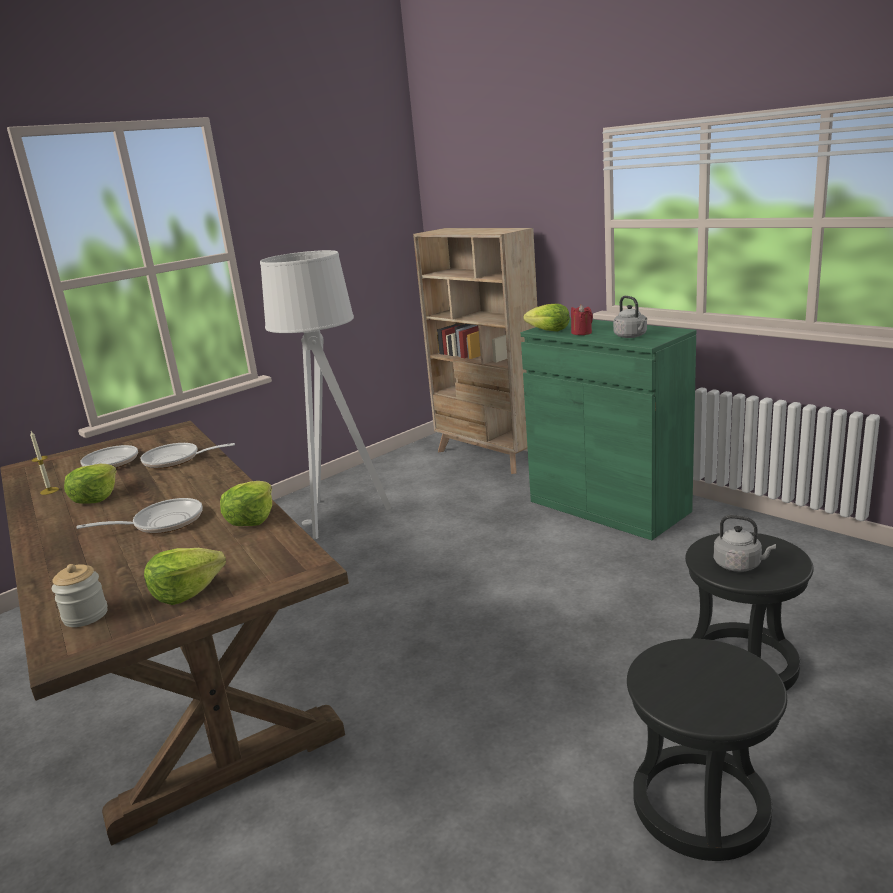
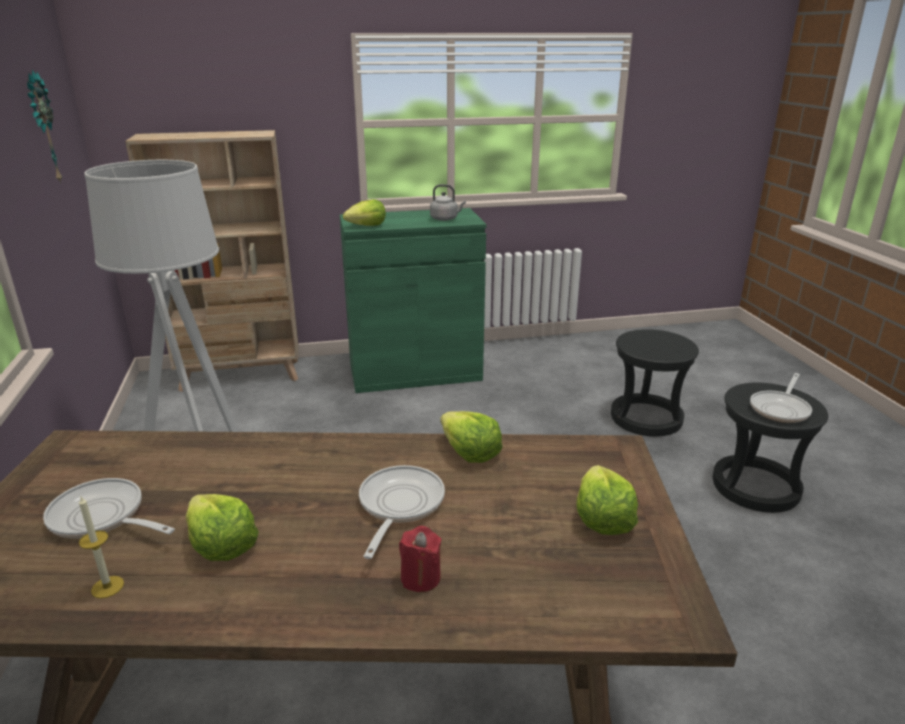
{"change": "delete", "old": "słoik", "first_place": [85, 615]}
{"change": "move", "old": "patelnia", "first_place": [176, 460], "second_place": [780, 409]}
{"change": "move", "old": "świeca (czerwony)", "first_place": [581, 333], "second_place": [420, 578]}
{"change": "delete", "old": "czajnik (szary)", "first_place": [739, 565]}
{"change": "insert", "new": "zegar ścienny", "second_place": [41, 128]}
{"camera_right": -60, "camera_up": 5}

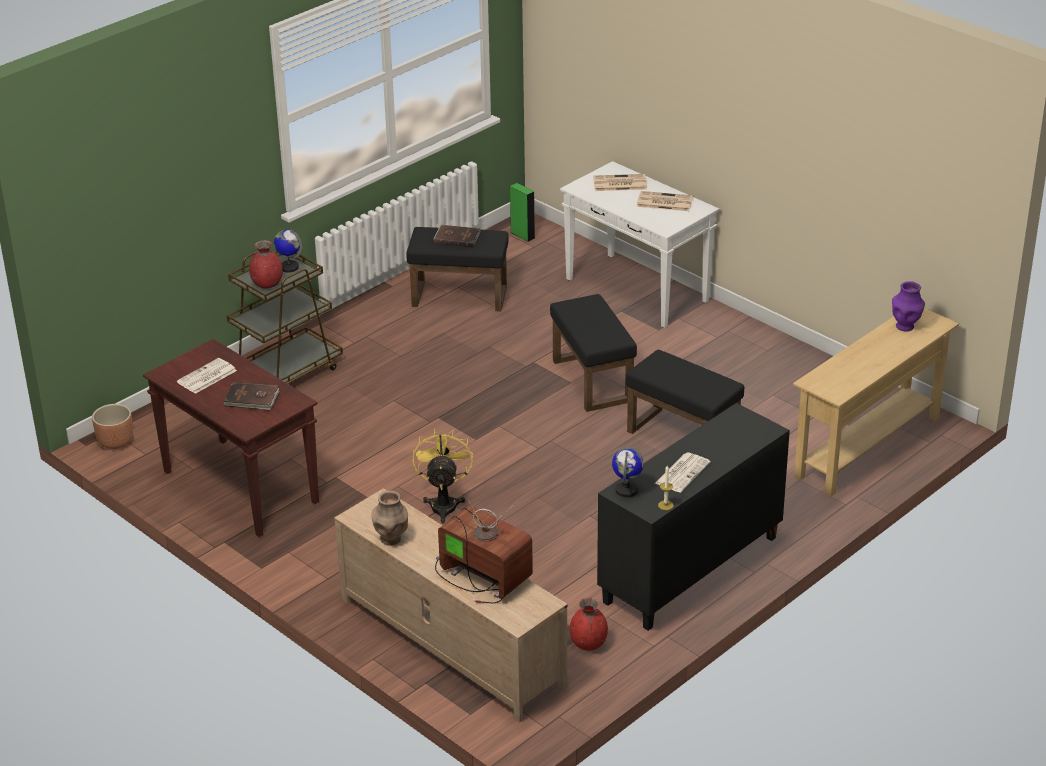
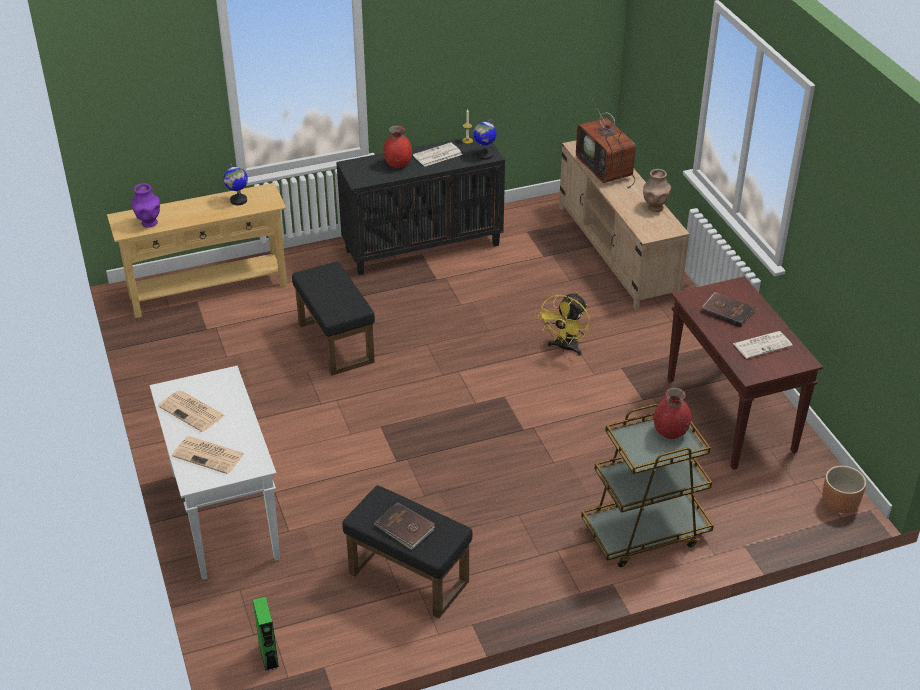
{"change": "move", "old": "globus", "first_place": [289, 267], "second_place": [238, 200]}
{"change": "delete", "old": "pufa (czarny)", "first_place": [593, 381]}
{"change": "move", "old": "wazon (czerwony)", "first_place": [589, 644], "second_place": [397, 164]}
{"camera_right": -155, "camera_up": 5}

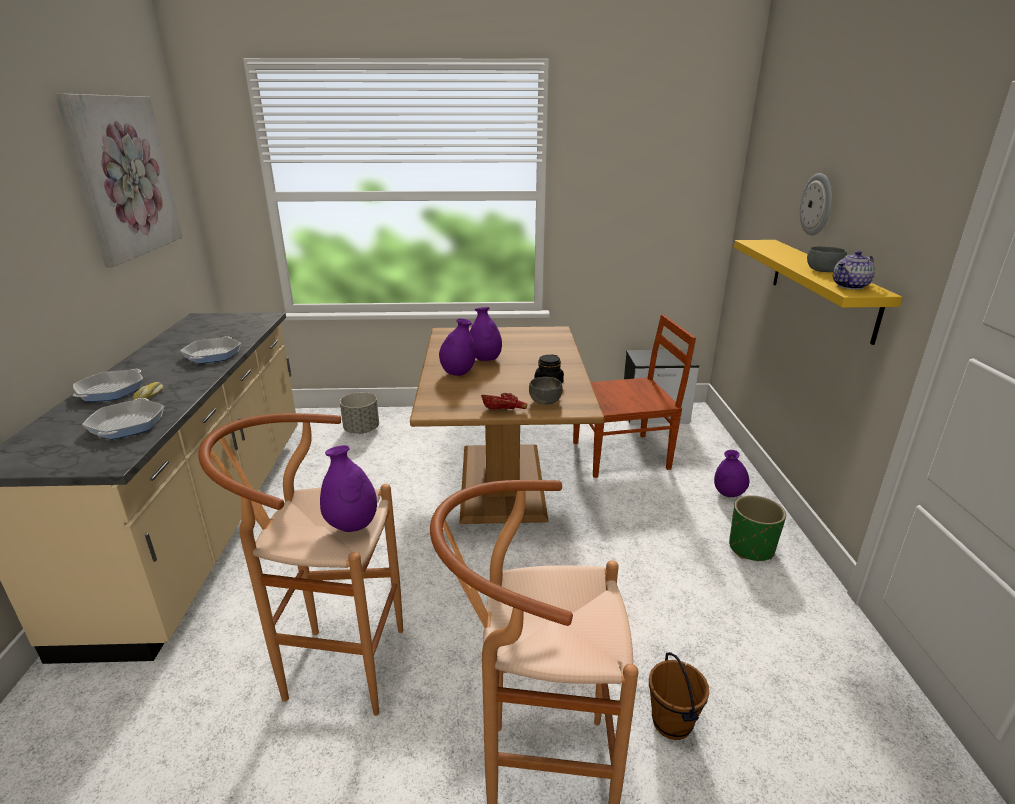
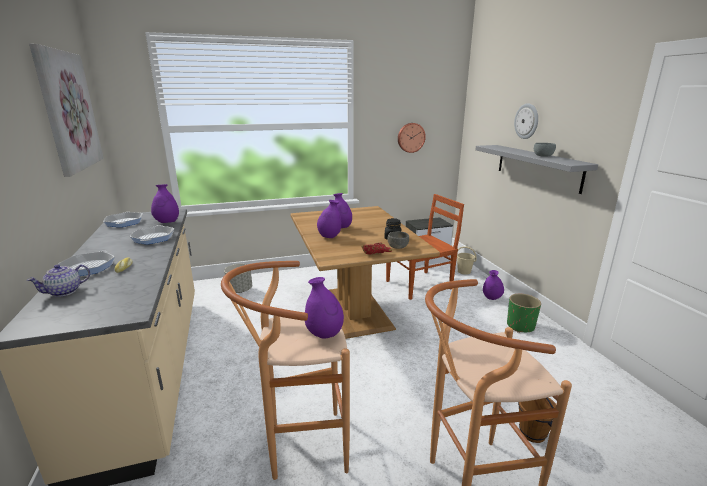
{"change": "move", "old": "patelnia", "first_place": [127, 424], "second_place": [124, 222]}
{"change": "recolor", "old": "półka (żółty)", "new": "półka (szary)", "first_place": [822, 287], "second_place": [537, 167]}
{"change": "move", "old": "imbryk", "first_place": [850, 286], "second_place": [65, 292]}
{"change": "insert", "new": "wazon (fioletowy)", "second_place": [167, 222]}
{"change": "insert", "new": "zegar ścienny", "second_place": [410, 137]}
{"change": "insert", "new": "wiadro (beżowy)", "second_place": [464, 272]}
{"camera_right": -15, "camera_up": -5}

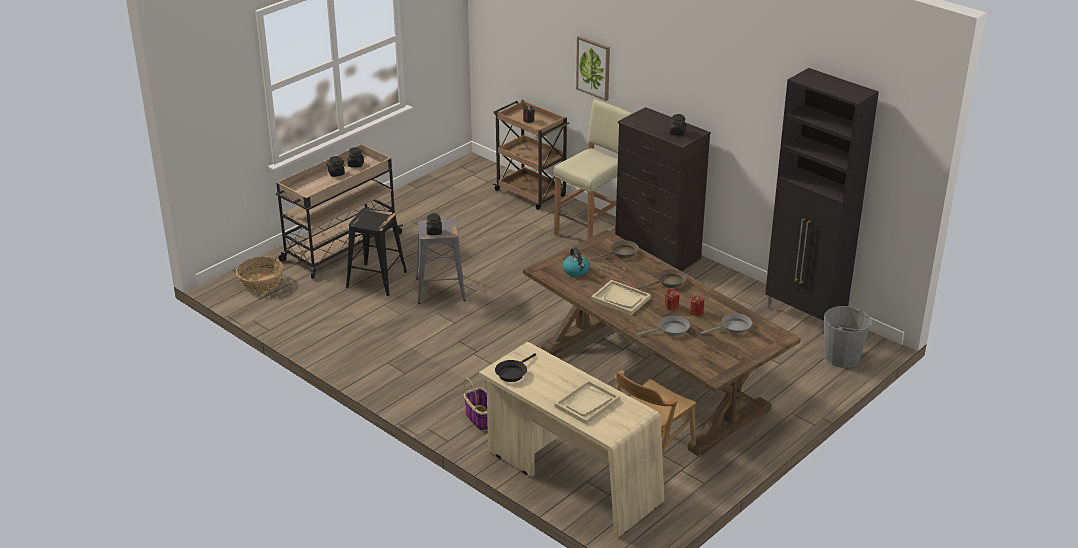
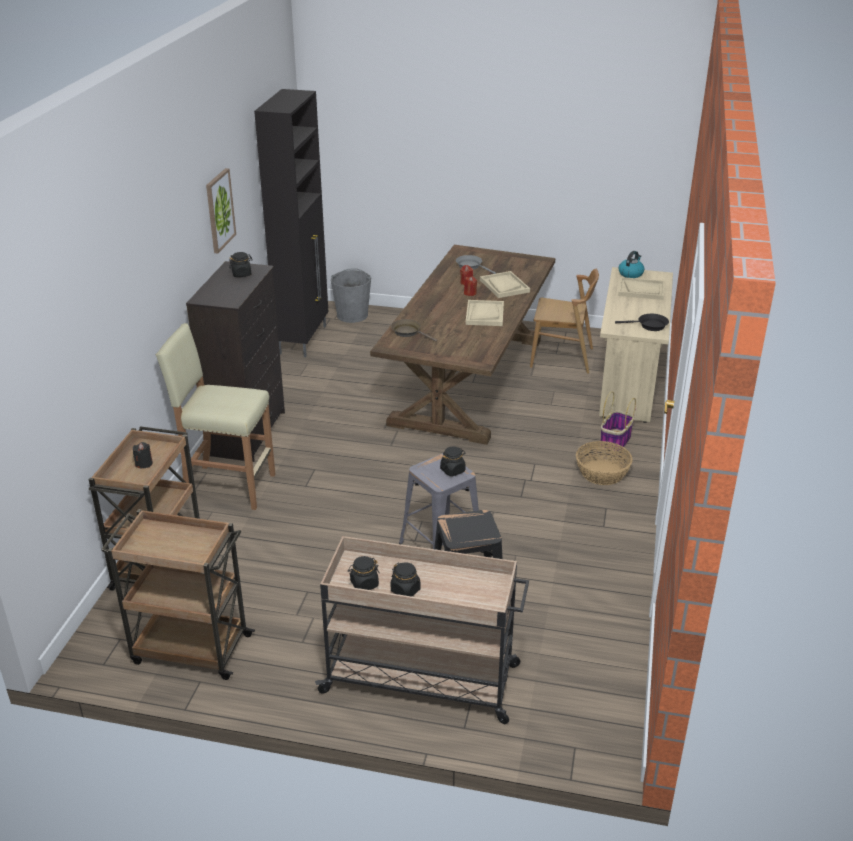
{"change": "move", "old": "koszyk", "first_place": [261, 283], "second_place": [602, 473]}
{"change": "move", "old": "czajnik", "first_place": [576, 271], "second_place": [630, 273]}
{"change": "move", "old": "obraz", "first_place": [593, 68], "second_place": [219, 210]}
{"change": "delete", "old": "patelnia (brązowy)", "first_place": [669, 283]}
{"change": "replace", "old": "patelnia (szary)", "new": "taca (beżowy)", "first_place": [671, 330], "second_place": [504, 286]}
{"change": "insert", "new": "wózek (brązowy)", "second_place": [190, 648]}
{"camera_right": -120, "camera_up": 0}

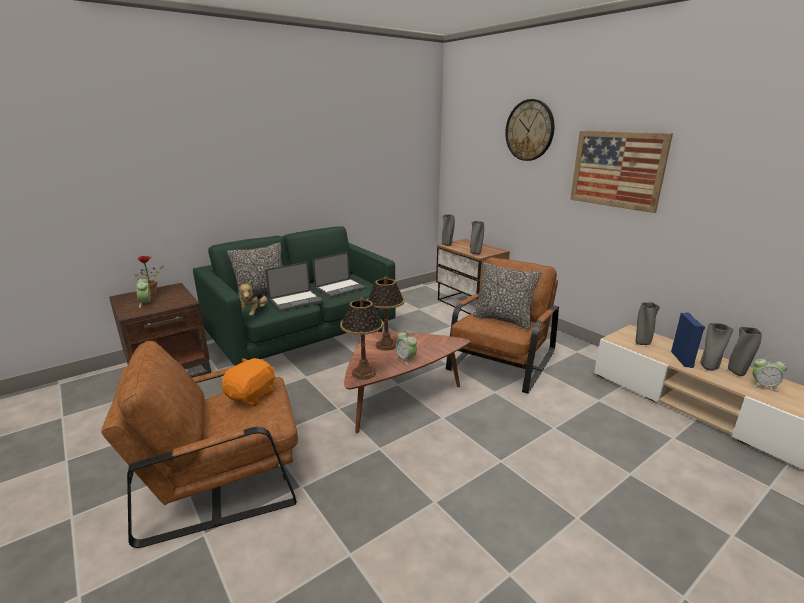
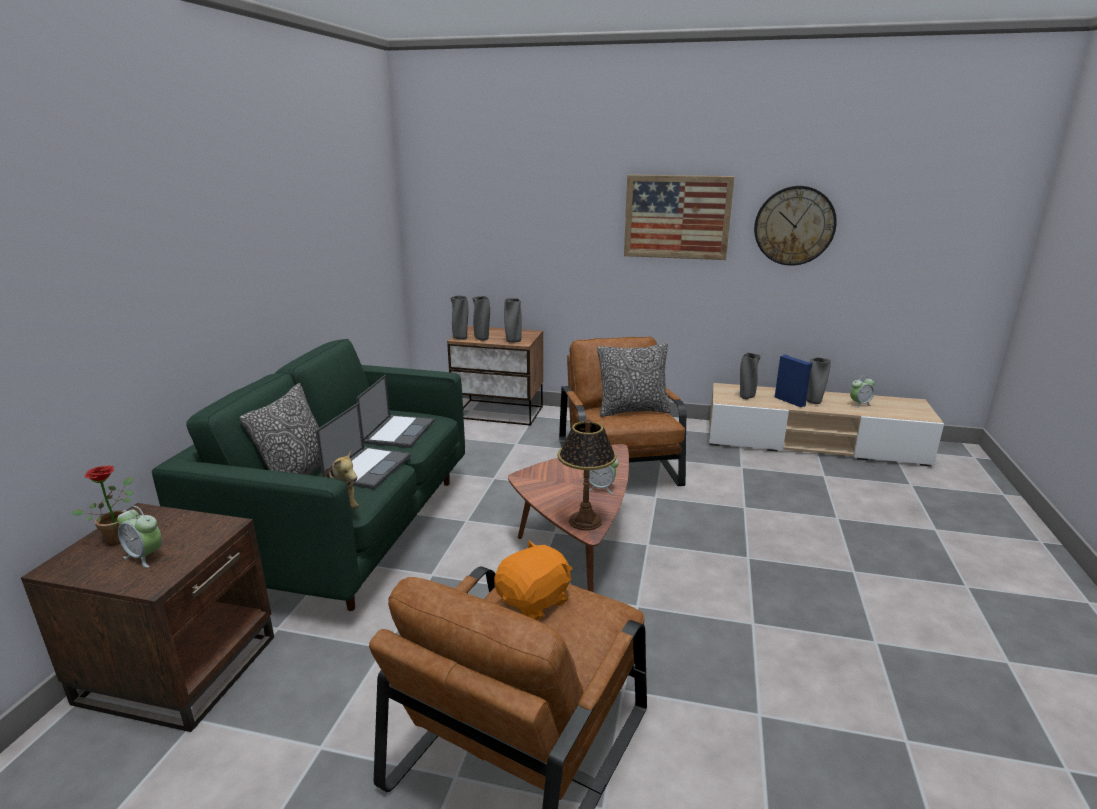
{"change": "rotate", "old": "pluszak (pomarańczowy)", "first_place": [252, 396], "second_place": [534, 601], "degrees": 60}
{"change": "delete", "old": "lampa stołowa", "first_place": [386, 345]}
{"change": "move", "old": "zegar ścienny", "first_place": [529, 130], "second_place": [794, 226]}
{"change": "move", "old": "wazon (szary)", "first_place": [737, 372], "second_place": [482, 339]}
{"camera_right": -40, "camera_up": 0}

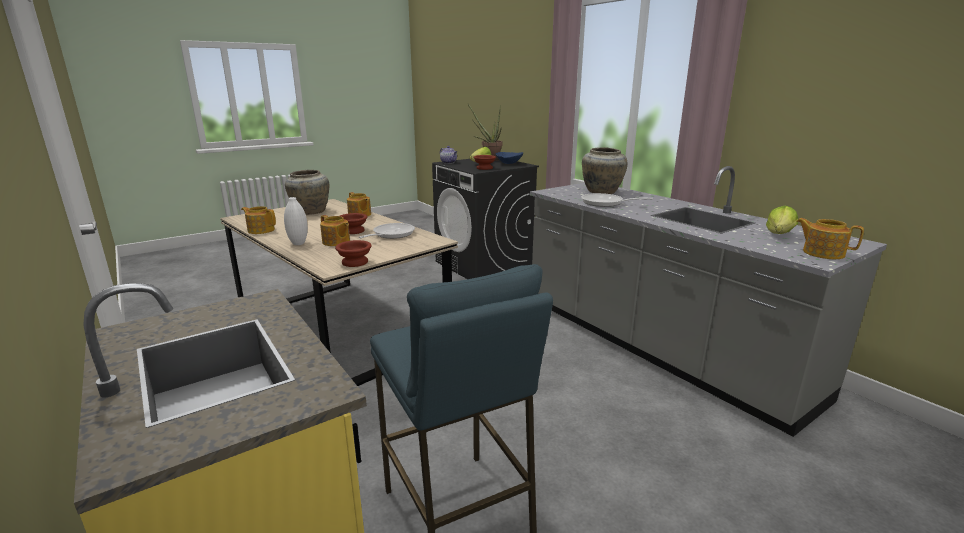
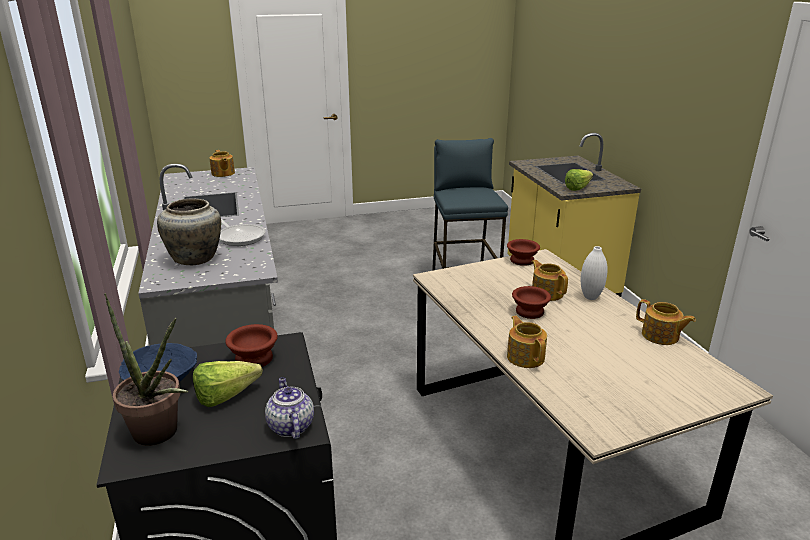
{"change": "delete", "old": "wazon (beżowy)", "first_place": [310, 212]}
{"change": "delete", "old": "patelnia", "first_place": [391, 234]}
{"change": "move", "old": "sałata", "first_place": [777, 236], "second_place": [580, 188]}
{"camera_right": -160, "camera_up": 5}

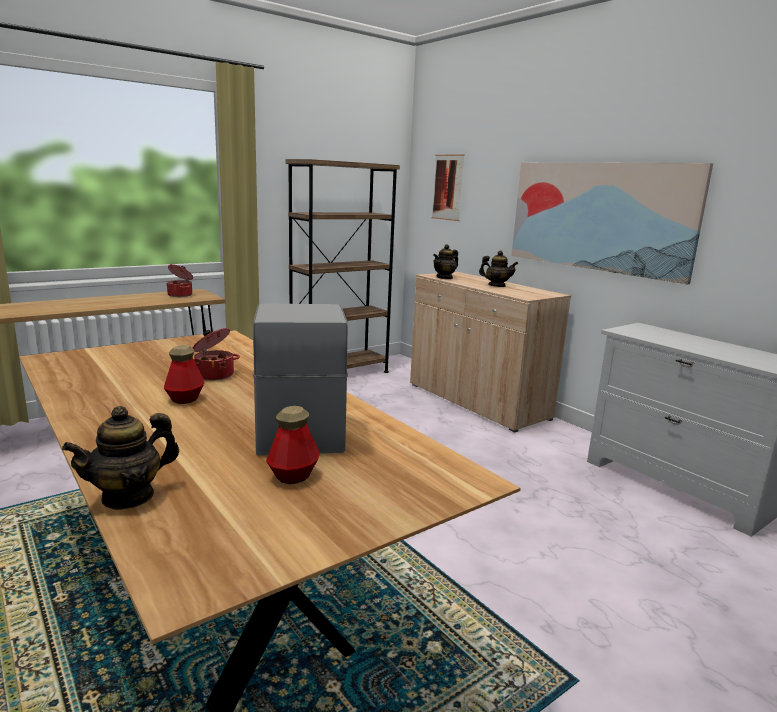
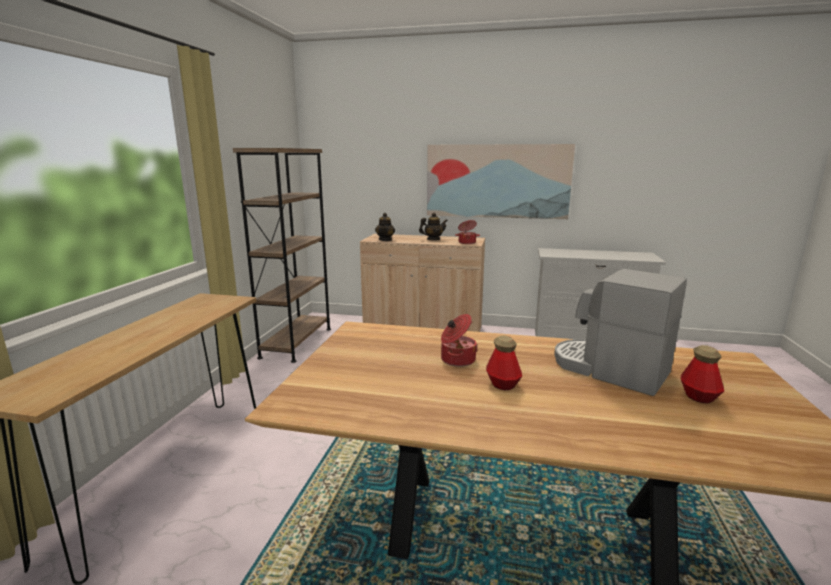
{"change": "delete", "old": "imbryk", "first_place": [128, 496]}
{"change": "move", "old": "garnek", "first_place": [181, 295], "second_place": [467, 242]}
{"change": "delete", "old": "obraz", "first_place": [447, 187]}
{"camera_right": -40, "camera_up": 0}

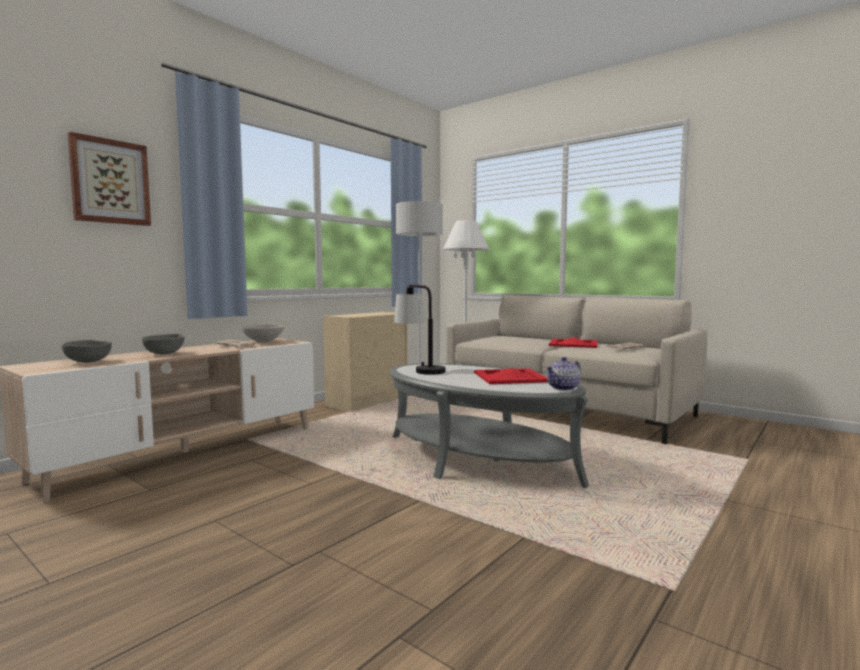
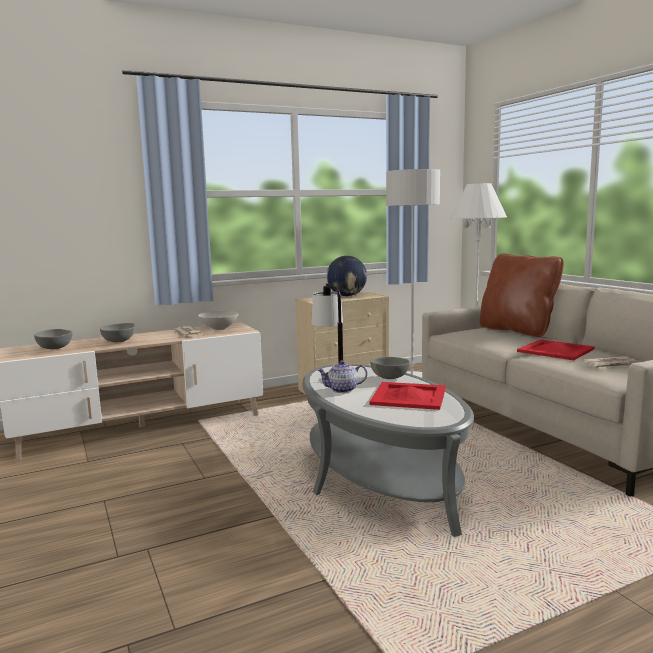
{"change": "delete", "old": "obraz", "first_place": [110, 182]}
{"change": "move", "old": "imbryk", "first_place": [563, 388], "second_place": [343, 390]}
{"change": "insert", "new": "globus", "second_place": [347, 296]}
{"change": "insert", "new": "miska (szary)", "second_place": [388, 378]}
{"change": "insert", "new": "poduszka (brązowy)", "second_place": [517, 330]}
{"camera_right": 25, "camera_up": 5}

